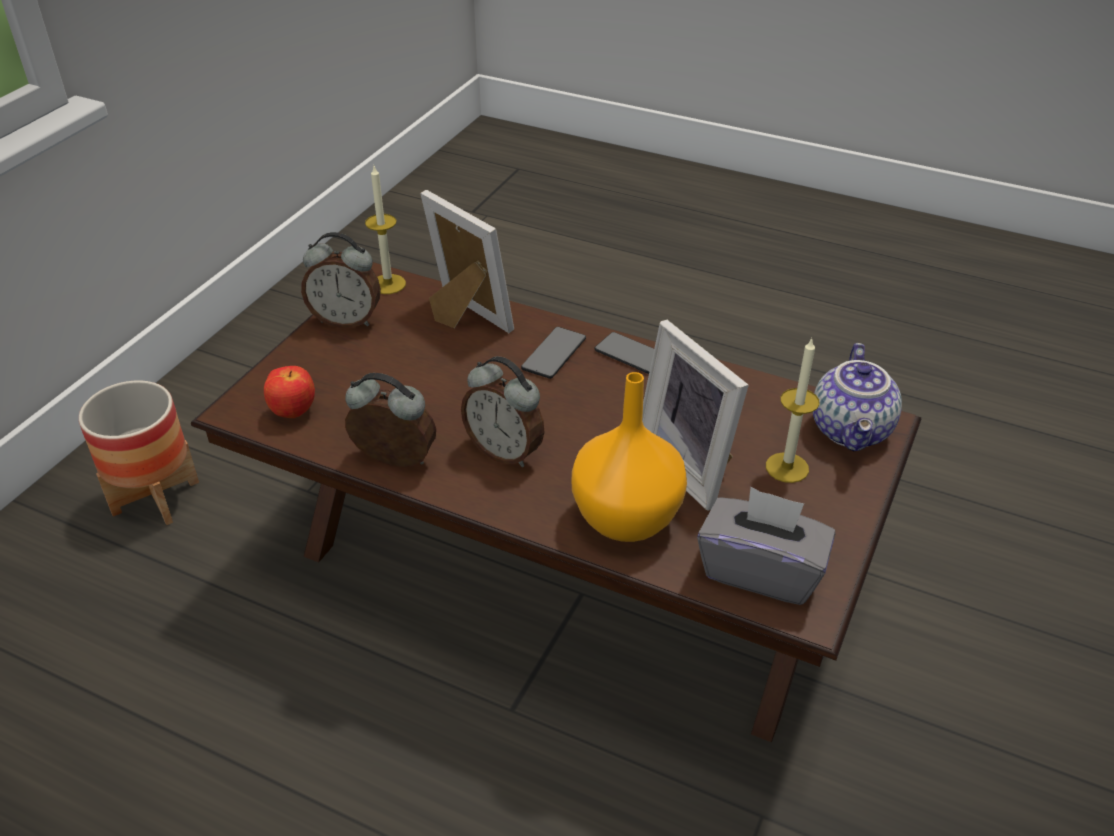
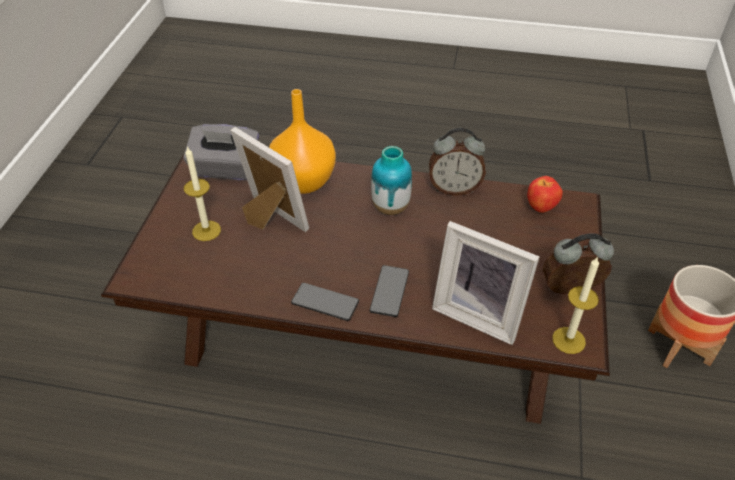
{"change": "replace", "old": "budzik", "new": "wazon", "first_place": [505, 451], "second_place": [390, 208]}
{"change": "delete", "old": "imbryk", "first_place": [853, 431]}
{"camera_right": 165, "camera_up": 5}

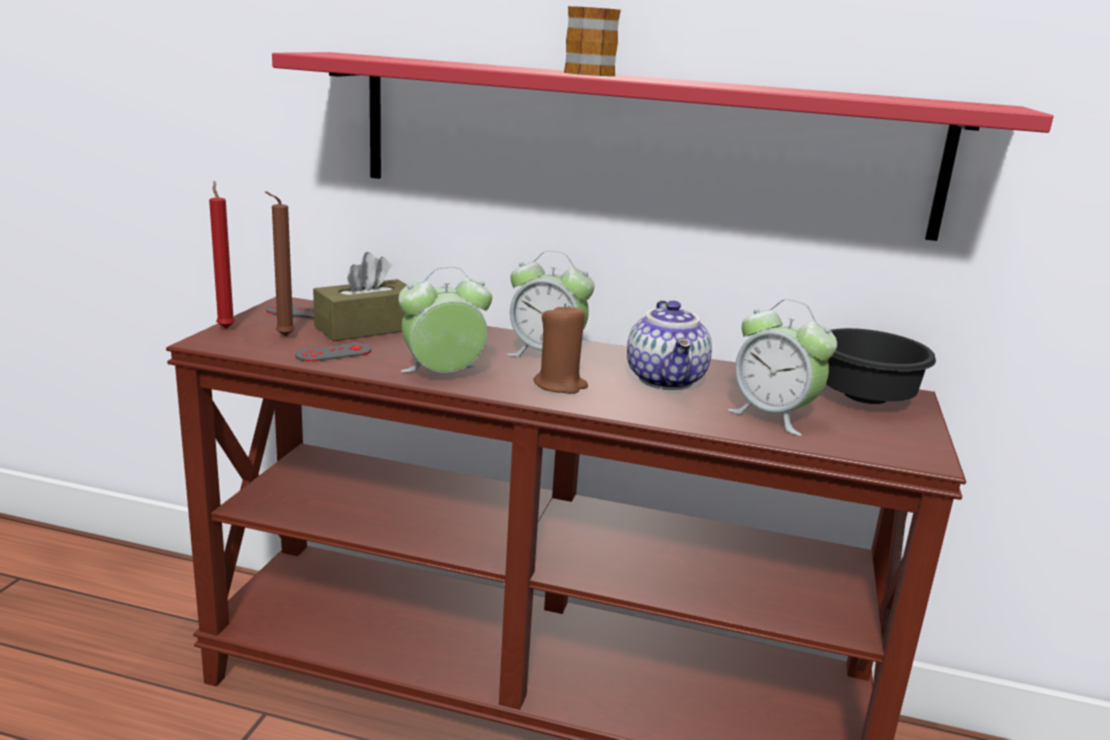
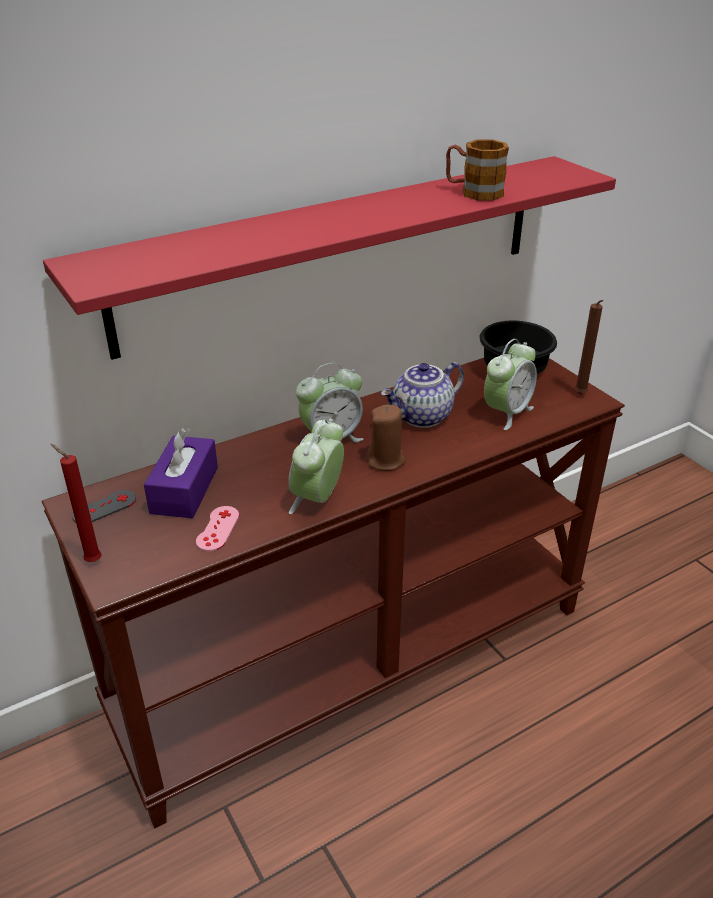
{"change": "move", "old": "świeca (brązowy)", "first_place": [282, 337], "second_place": [580, 395]}
{"change": "recolor", "old": "pad do gier (szary)", "new": "pad do gier (różowy)", "first_place": [333, 353], "second_place": [218, 528]}
{"change": "recolor", "old": "pudełko chusteczek (brązowy)", "new": "pudełko chusteczek (fioletowy)", "first_place": [367, 328], "second_place": [184, 490]}
{"change": "move", "old": "kubek", "first_place": [584, 73], "second_place": [473, 192]}
{"change": "rotate", "old": "imbryk", "first_place": [668, 380], "second_place": [422, 417], "degrees": 105}
{"change": "rotate", "old": "budzik", "first_place": [773, 416], "second_place": [506, 413], "degrees": -45}
{"camera_right": -45, "camera_up": 15}

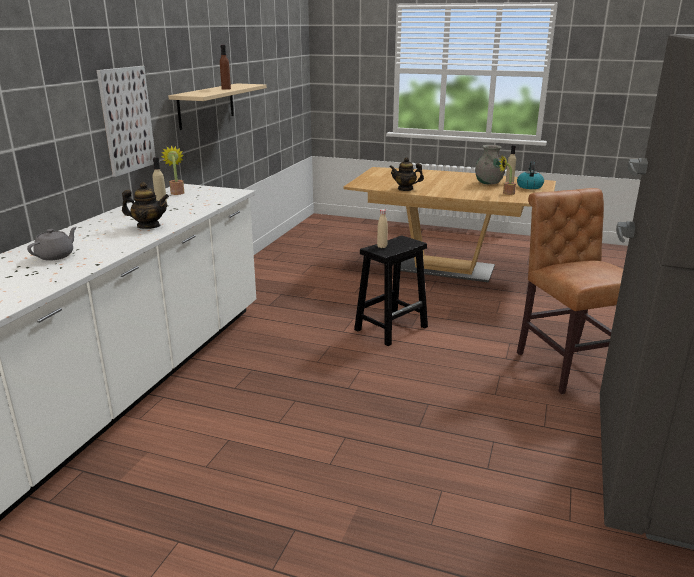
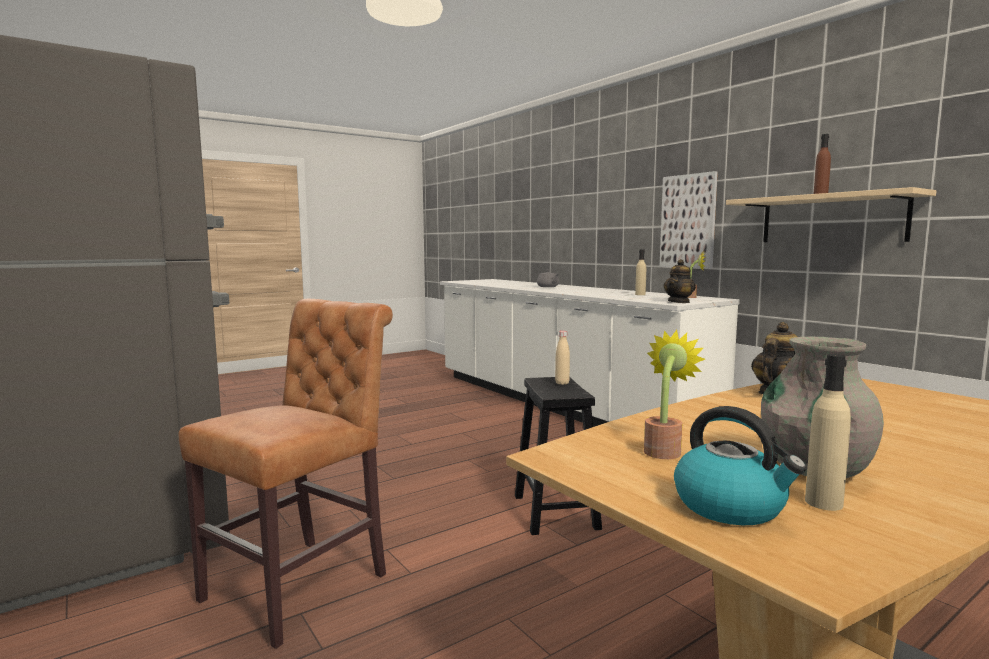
{"change": "move", "old": "imbryk", "first_place": [148, 226], "second_place": [679, 302]}
{"change": "rotate", "old": "krzesło (brązowy)", "first_place": [566, 364], "second_place": [304, 583], "degrees": -75}
{"camera_right": 125, "camera_up": -15}

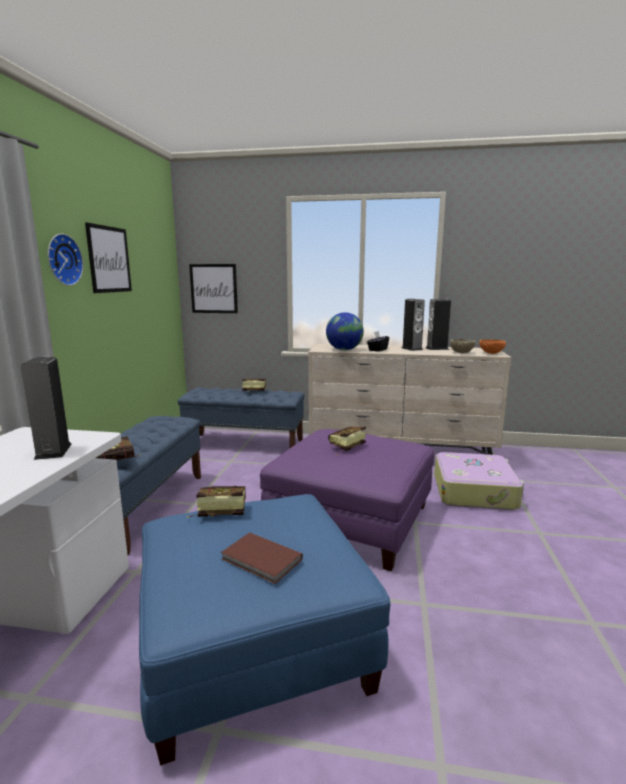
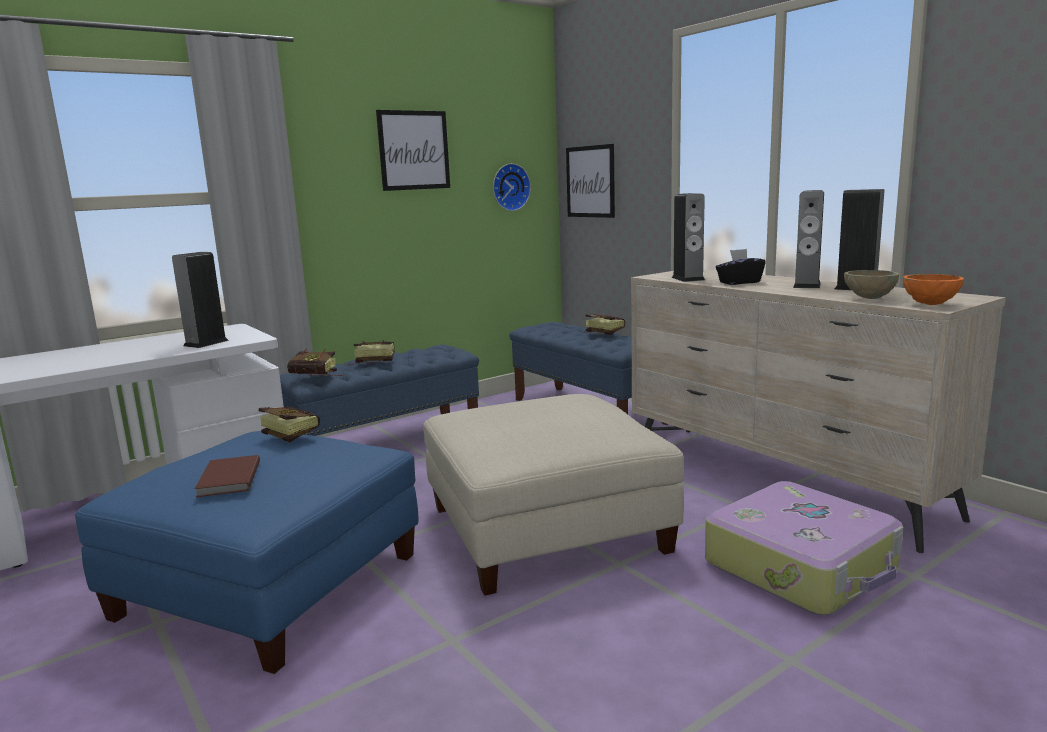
{"change": "move", "old": "zegar ścienny", "first_place": [62, 260], "second_place": [509, 187]}
{"change": "recolor", "old": "pufa (fioletowy)", "new": "pufa (beżowy)", "first_place": [351, 519], "second_place": [547, 529]}
{"change": "replace", "old": "globus", "new": "głośnik", "first_place": [344, 350], "second_place": [687, 278]}
{"change": "move", "old": "książka", "first_place": [344, 448], "second_place": [371, 362]}
{"camera_right": 45, "camera_up": 0}

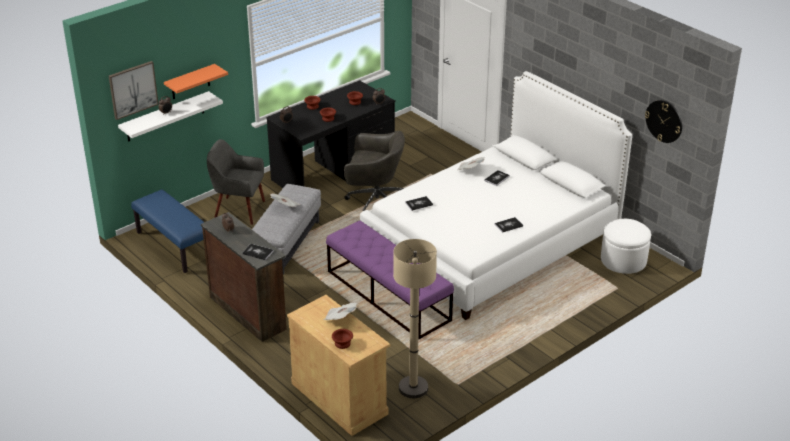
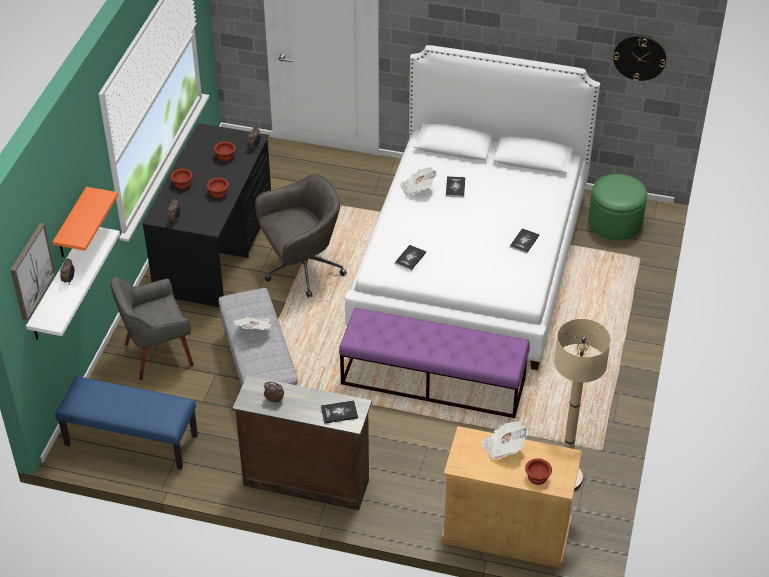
{"change": "recolor", "old": "pufa (biały)", "new": "pufa (zielony)", "first_place": [623, 260], "second_place": [615, 222]}
{"camera_right": -35, "camera_up": 10}

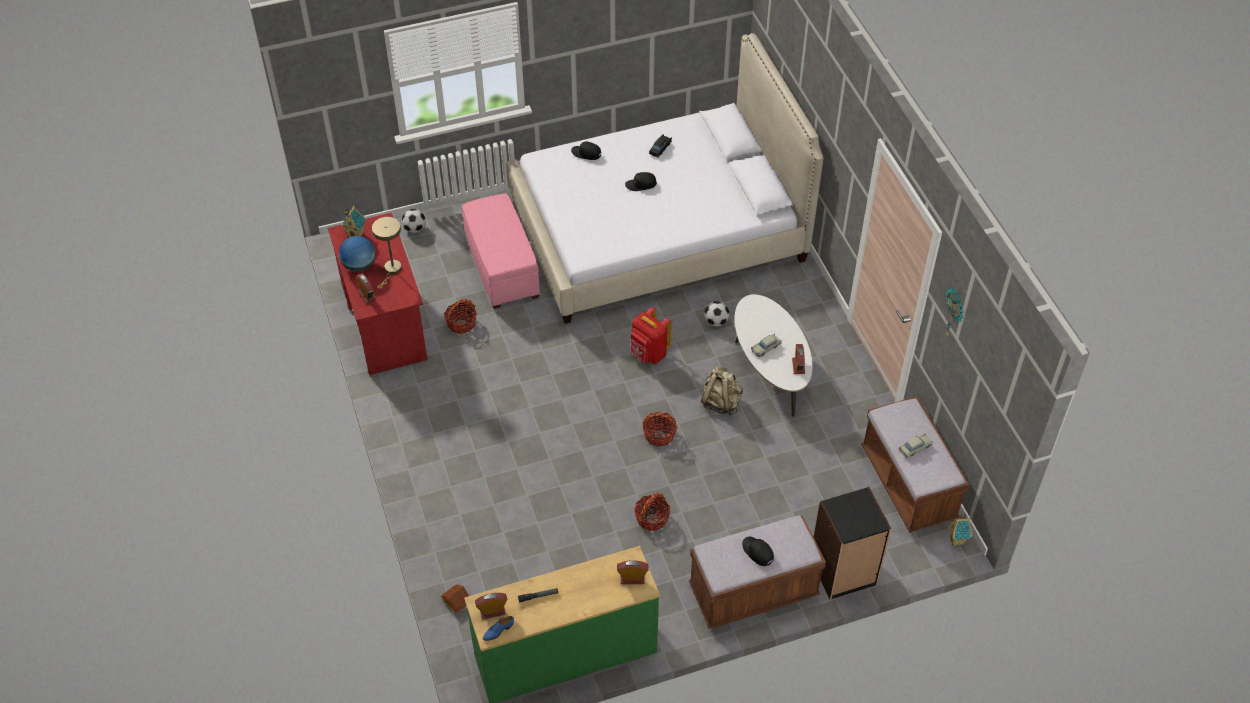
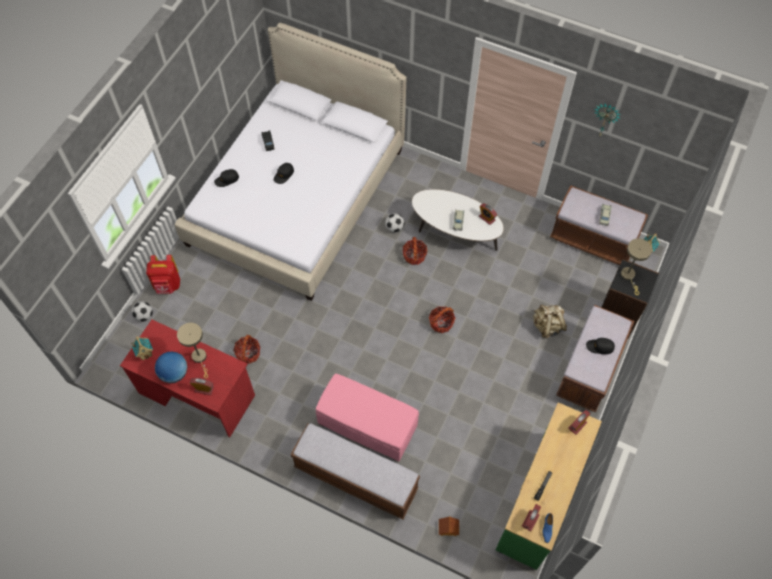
{"change": "move", "old": "pufa (różowy)", "first_place": [502, 268], "second_place": [368, 425]}
{"change": "move", "old": "plecak (czerwony)", "first_place": [648, 354], "second_place": [167, 285]}
{"change": "move", "old": "koszyk", "first_place": [652, 518], "second_place": [414, 255]}
{"change": "move", "old": "plecak (beżowy)", "first_place": [721, 402], "second_place": [547, 326]}
{"change": "insert", "new": "ławka", "second_place": [355, 478]}
{"change": "insert", "new": "lampa stołowa (beżowy)", "second_place": [629, 276]}
{"camera_right": -45, "camera_up": 10}

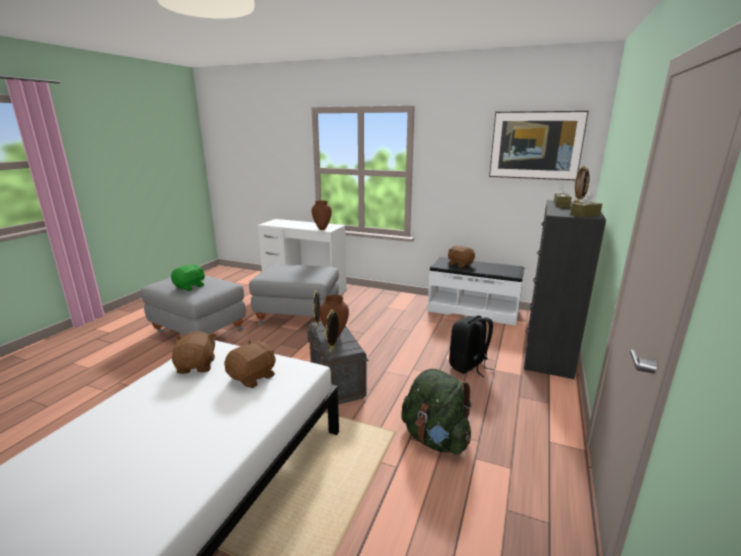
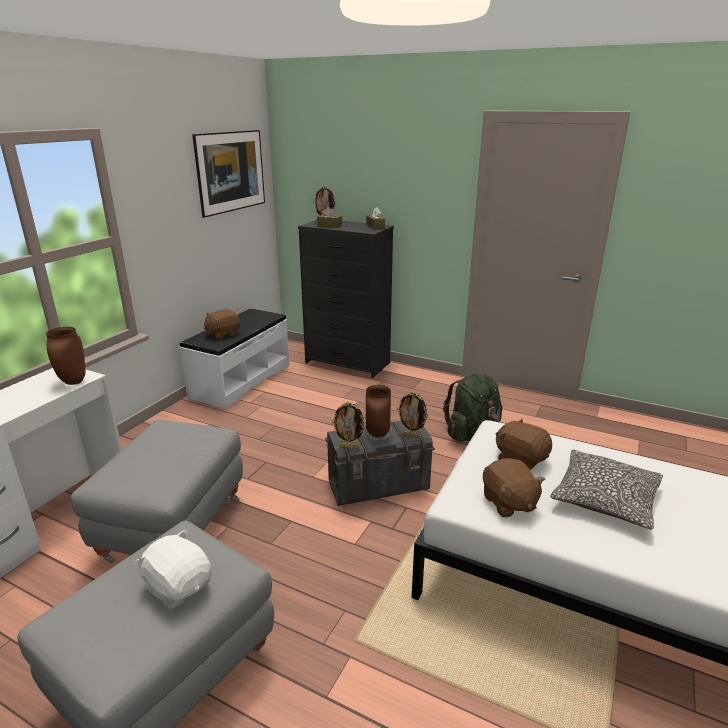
{"change": "recolor", "old": "pluszak (zielony)", "new": "pluszak (biały)", "first_place": [190, 287], "second_place": [179, 586]}
{"change": "rotate", "old": "pluszak (brązowy)", "first_place": [197, 366], "second_place": [508, 503], "degrees": -105}
{"change": "delete", "old": "plecak (czarny)", "first_place": [469, 366]}
{"change": "insert", "new": "poduszka", "second_place": [605, 498]}
{"camera_right": -85, "camera_up": 5}

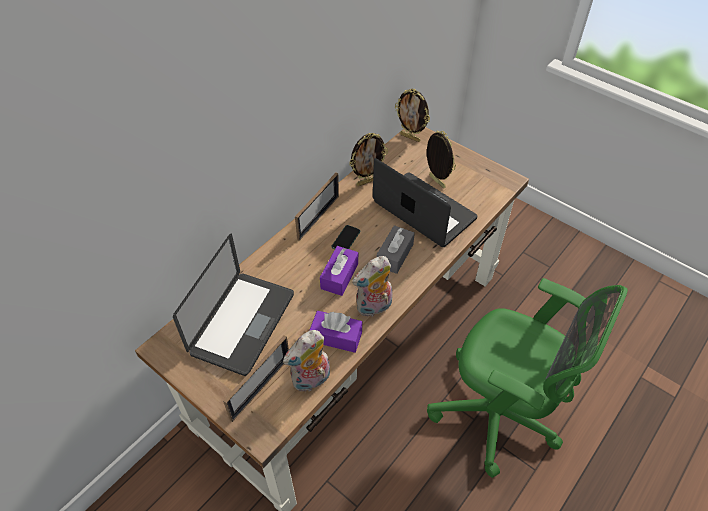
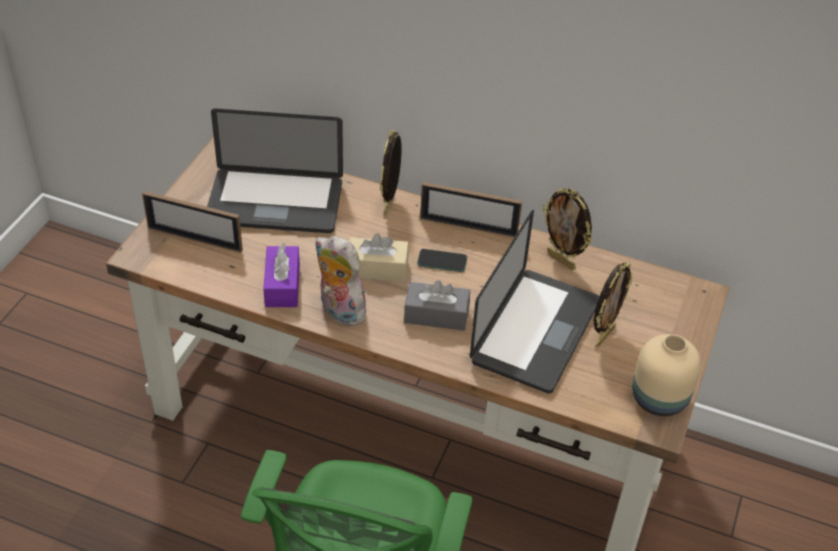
{"change": "delete", "old": "pluszak", "first_place": [311, 380]}
{"change": "recolor", "old": "pudełko chusteczek (fioletowy)", "new": "pudełko chusteczek (beżowy)", "first_place": [339, 276], "second_place": [377, 268]}
{"change": "move", "old": "ramka na zdjęcie", "first_place": [410, 137], "second_place": [390, 205]}
{"change": "insert", "new": "wazon (beżowy)", "second_place": [657, 399]}
{"camera_right": 70, "camera_up": -5}

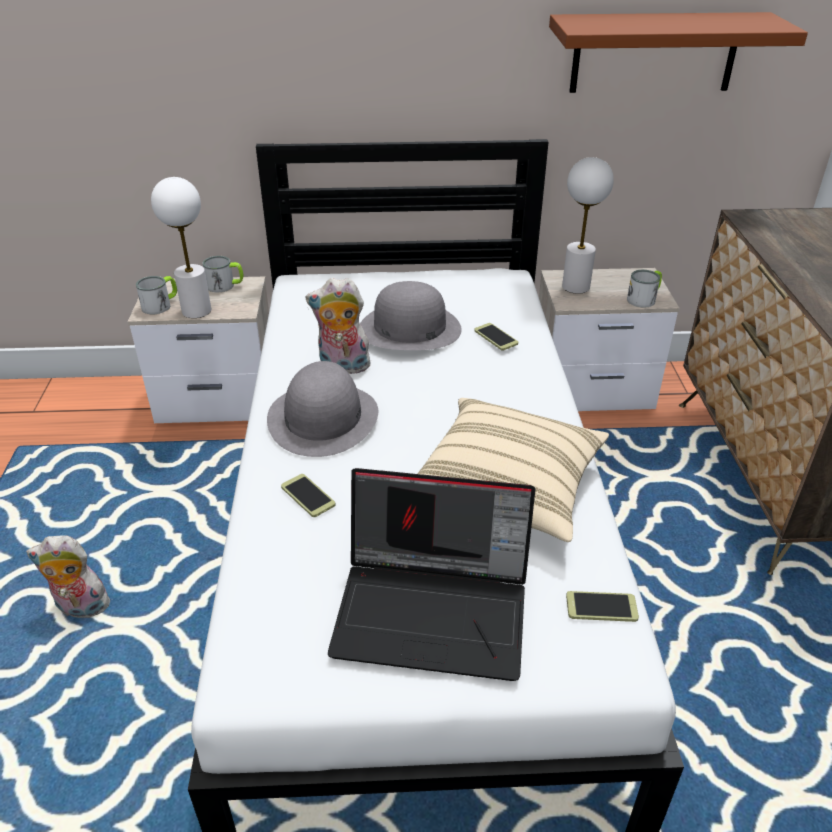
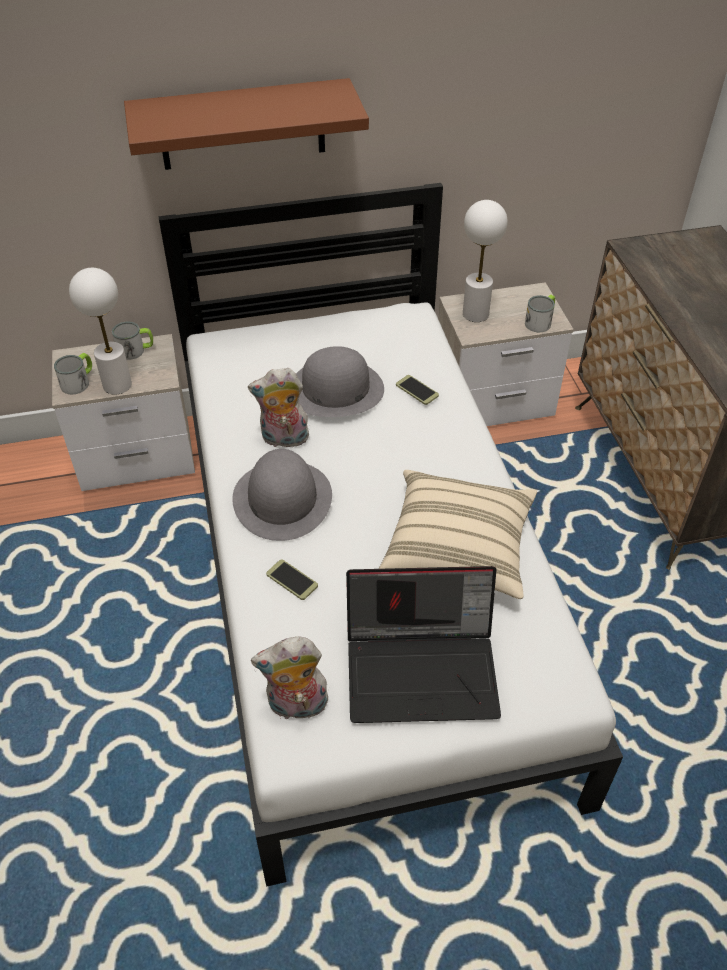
{"change": "move", "old": "pluszak", "first_place": [80, 608], "second_place": [296, 706]}
{"change": "move", "old": "półka (brązowy)", "first_place": [654, 53], "second_place": [242, 125]}
{"change": "delete", "old": "telefon", "first_place": [601, 607]}
{"camera_right": -10, "camera_up": 10}

